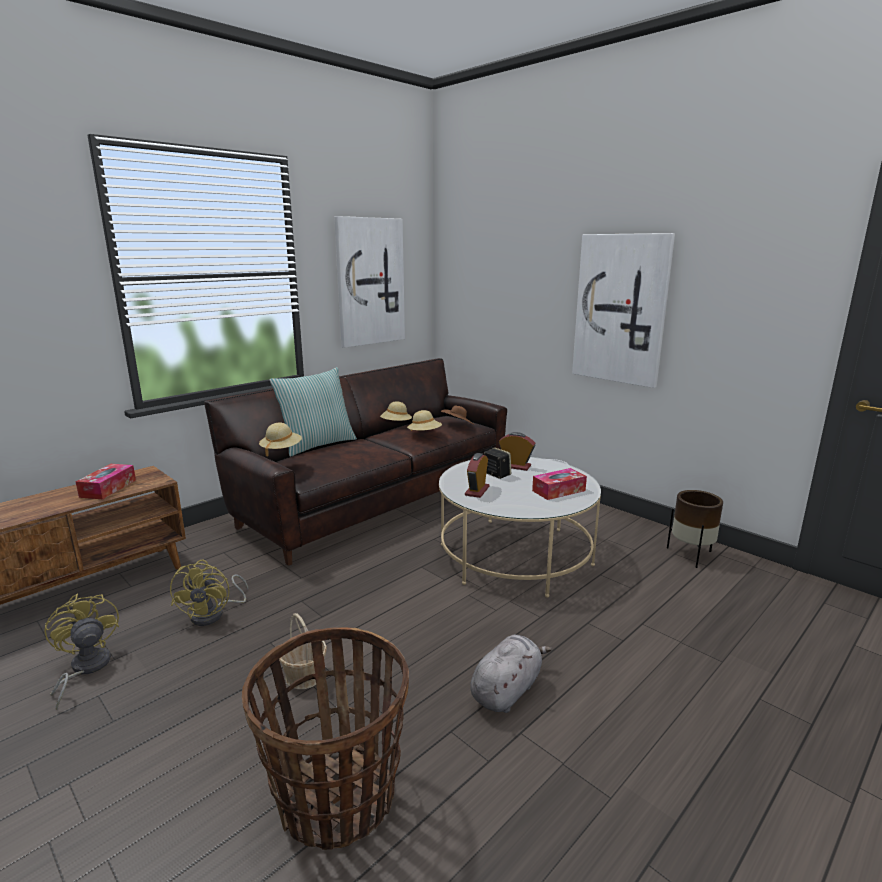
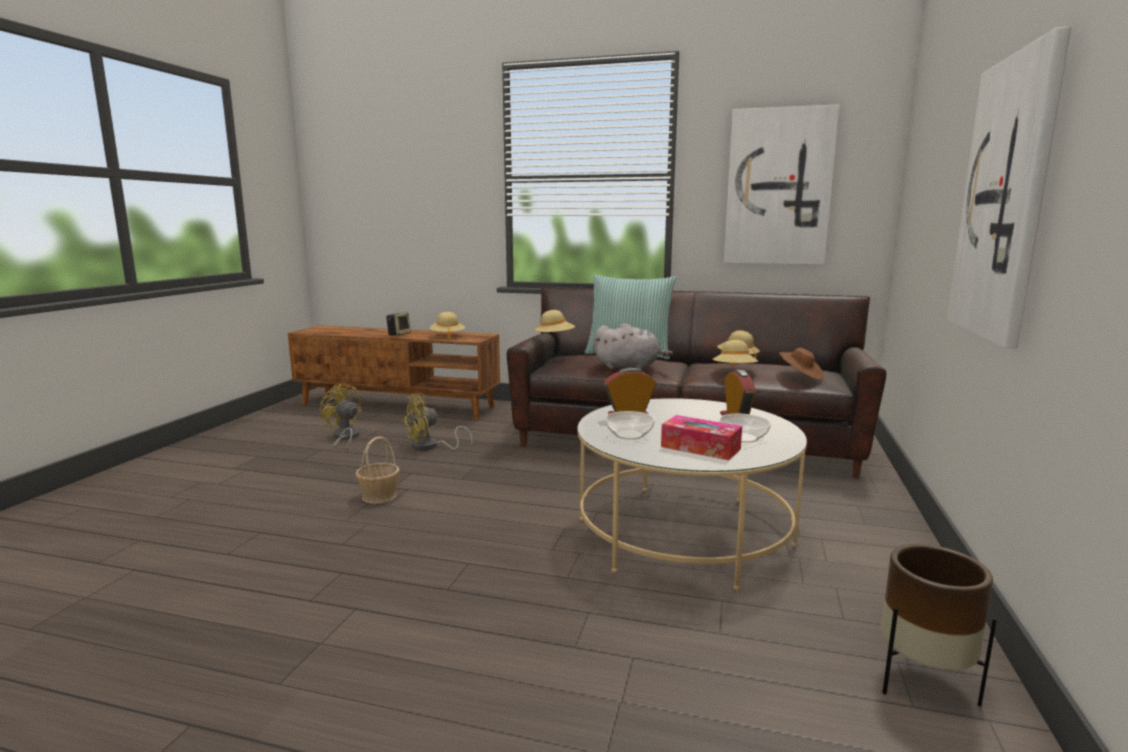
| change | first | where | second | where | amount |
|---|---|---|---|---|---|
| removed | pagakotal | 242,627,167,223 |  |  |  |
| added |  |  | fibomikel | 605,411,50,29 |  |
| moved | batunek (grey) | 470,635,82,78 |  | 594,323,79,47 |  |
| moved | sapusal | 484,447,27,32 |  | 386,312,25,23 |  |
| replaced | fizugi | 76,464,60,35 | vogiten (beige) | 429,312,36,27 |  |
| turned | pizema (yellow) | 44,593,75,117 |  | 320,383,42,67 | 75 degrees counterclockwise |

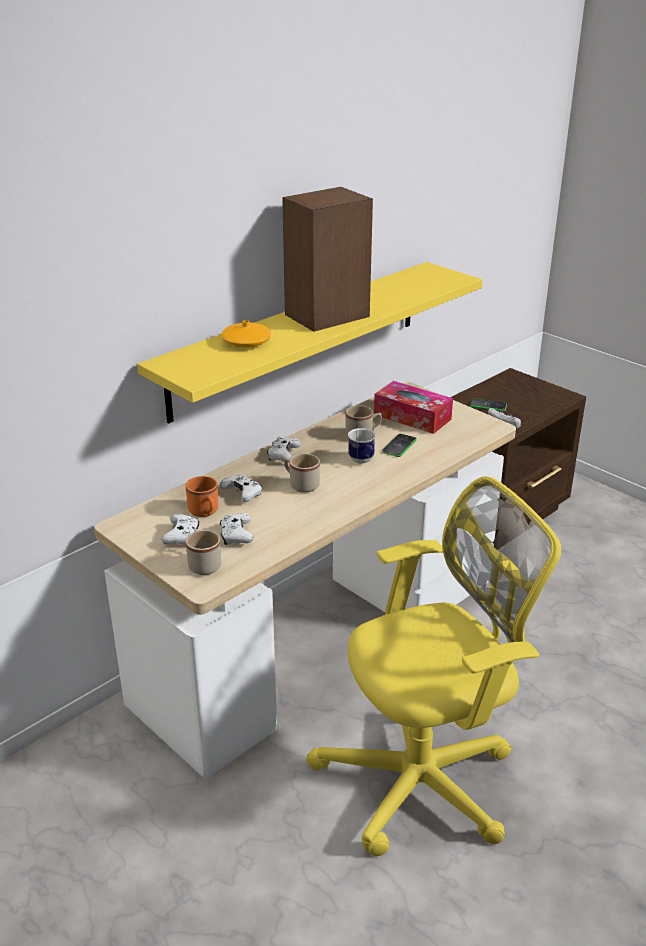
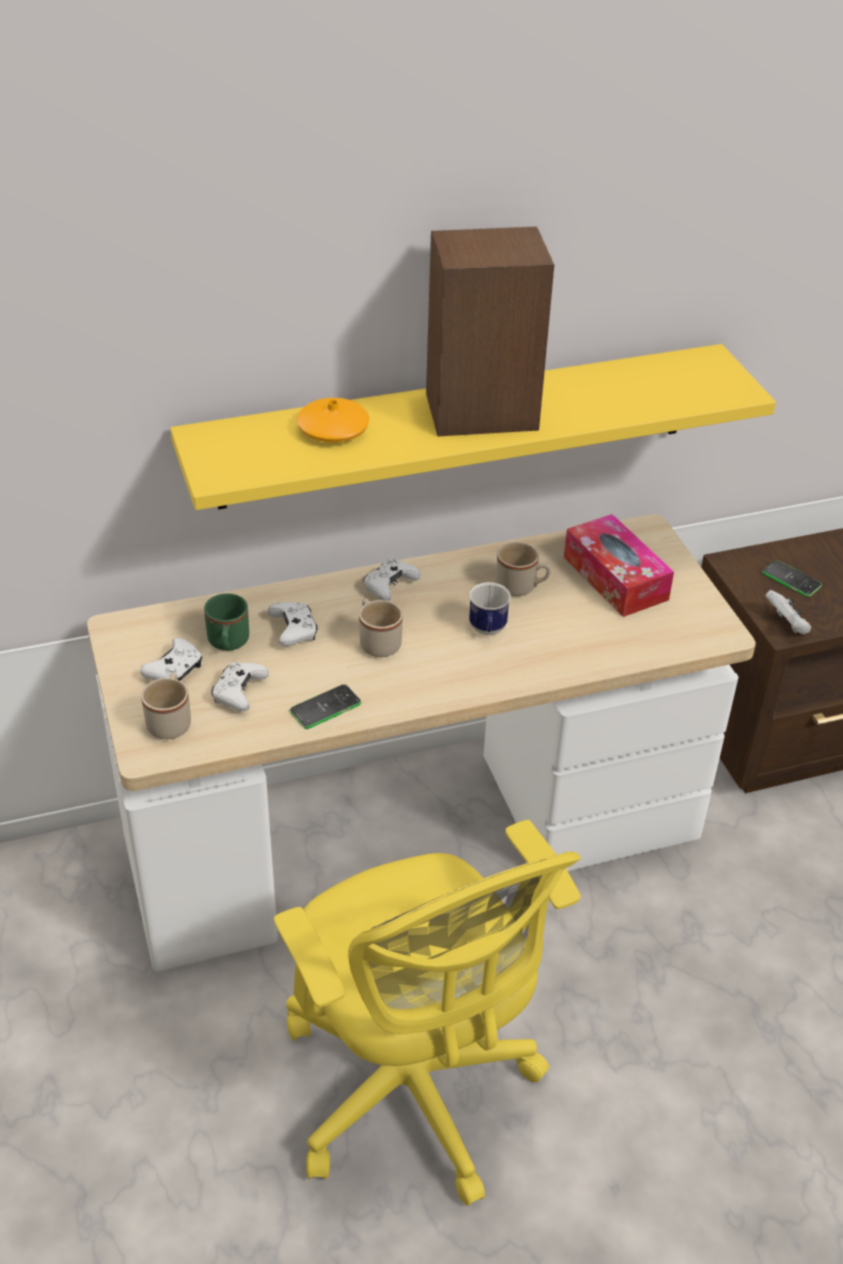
| change | first | where | second | where | amount |
|---|---|---|---|---|---|
| moved | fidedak | 382,434,35,23 |  | 290,684,71,45 |  |
| recoloured | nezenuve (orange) | 186,476,32,41 | nezenuve (green) | 204,593,45,58 |  |
| turned | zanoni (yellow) | 306,476,255,380 |  | 274,820,307,386 | 60 degrees clockwise |

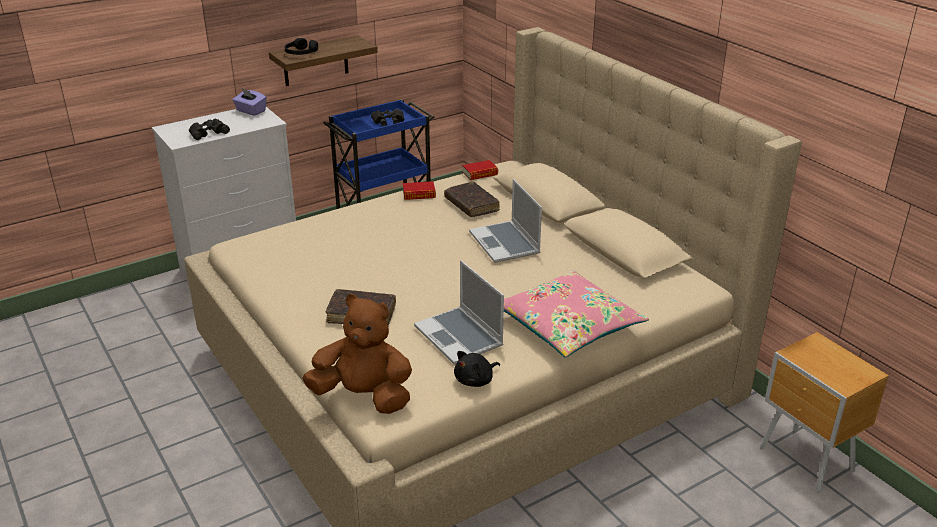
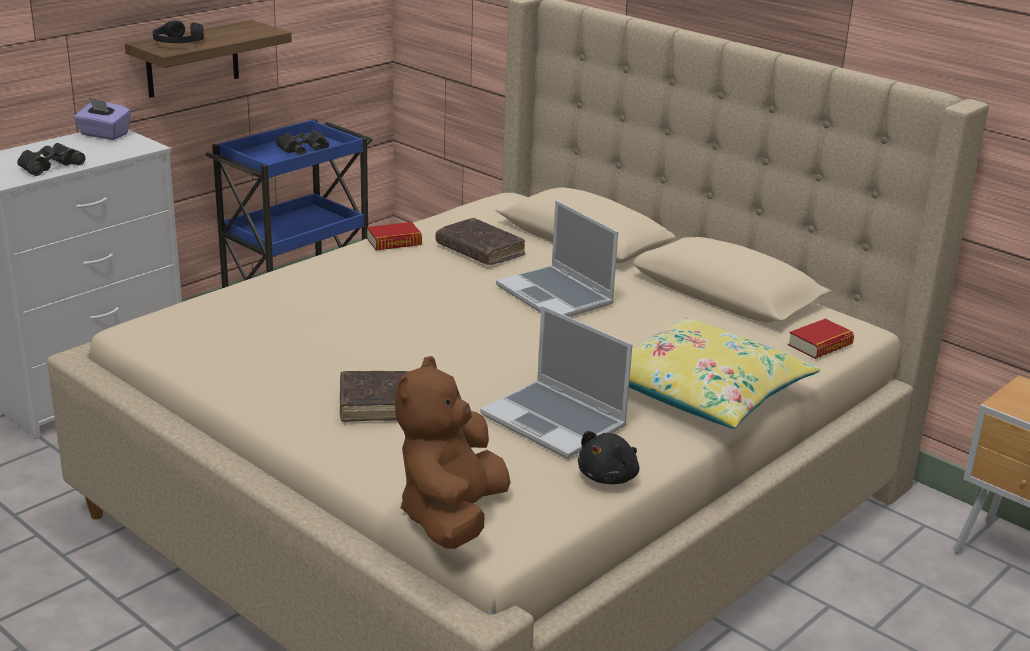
| change | first | where | second | where | amount |
|---|---|---|---|---|---|
| moved | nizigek | 463,160,35,20 |  | 788,319,66,40 |  |
| recoloured | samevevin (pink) | 504,270,145,88 | samevevin (yellow) | 629,317,191,112 |  |
| turned | batunek (brown) | 302,294,110,120 |  | 394,356,117,193 | 75 degrees counterclockwise |

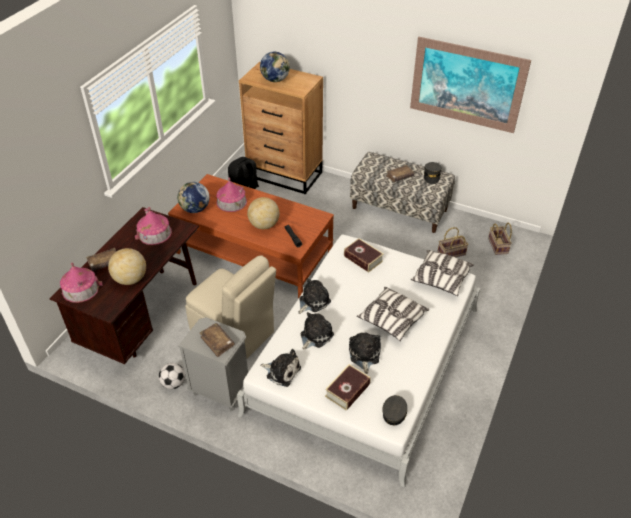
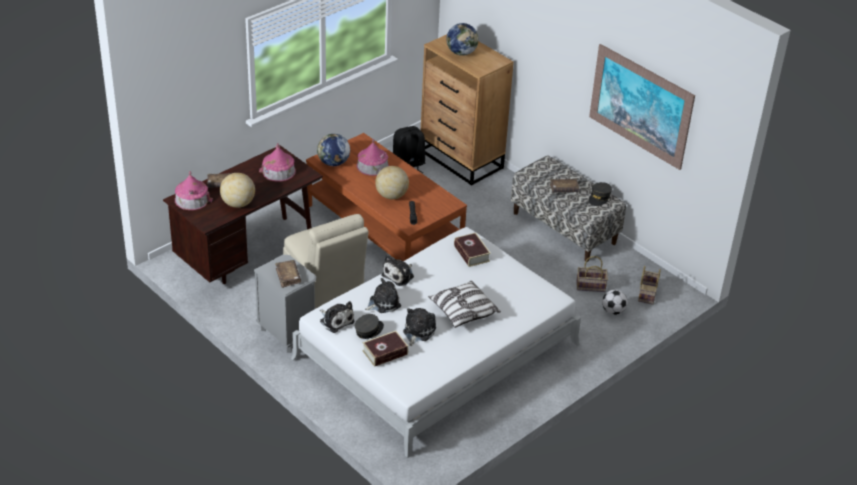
| change | first | where | second | where | amount |
|---|---|---|---|---|---|
| removed | samevevin | 411,250,63,46 |  |  |  |
| moved | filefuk | 159,363,26,26 |  | 602,290,25,25 |  |
| moved | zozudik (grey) | 382,395,25,30 |  | 355,314,29,25 |  |
| turned | batunek | 299,278,32,36 |  | 381,255,33,31 | 150 degrees clockwise |

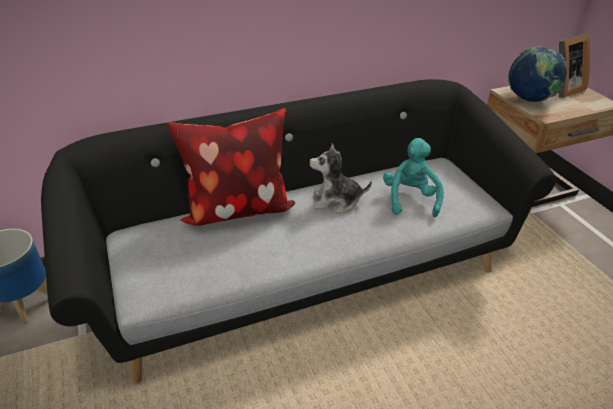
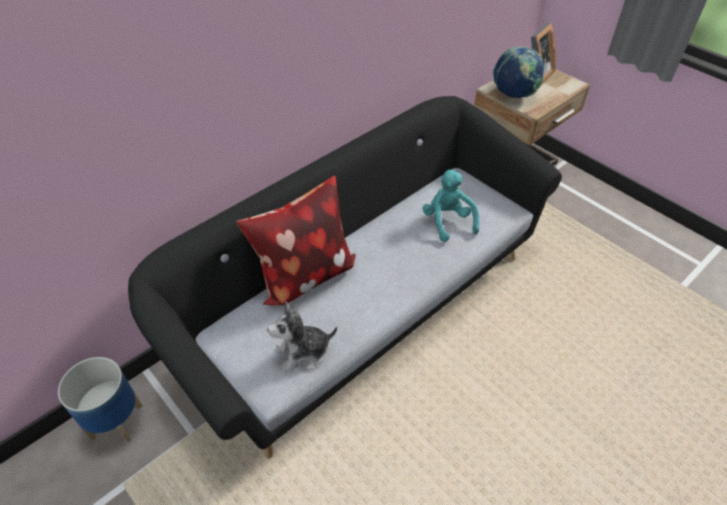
| change | first | where | second | where | amount |
|---|---|---|---|---|---|
| moved | batunek | 309,144,63,69 |  | 267,301,70,71 |  |

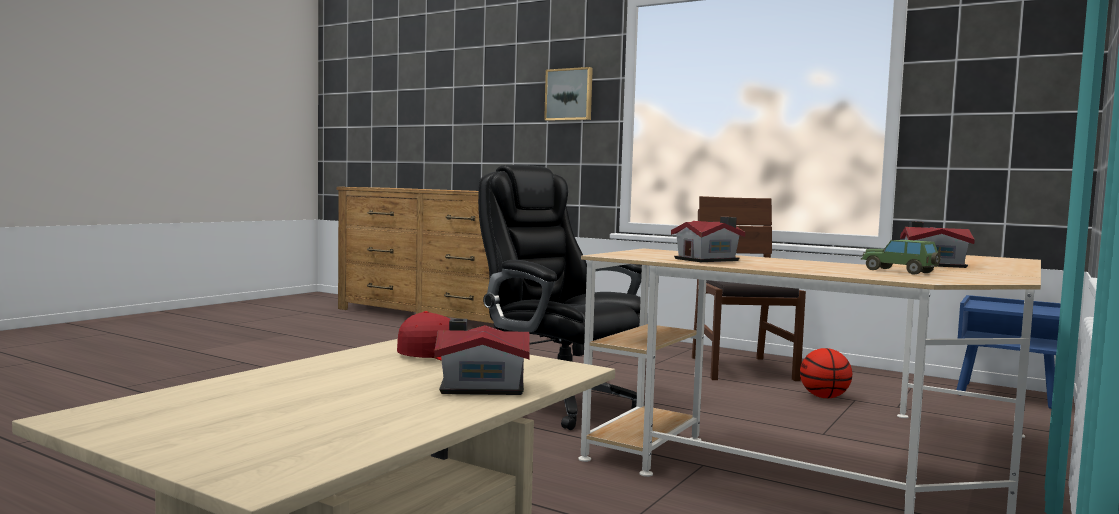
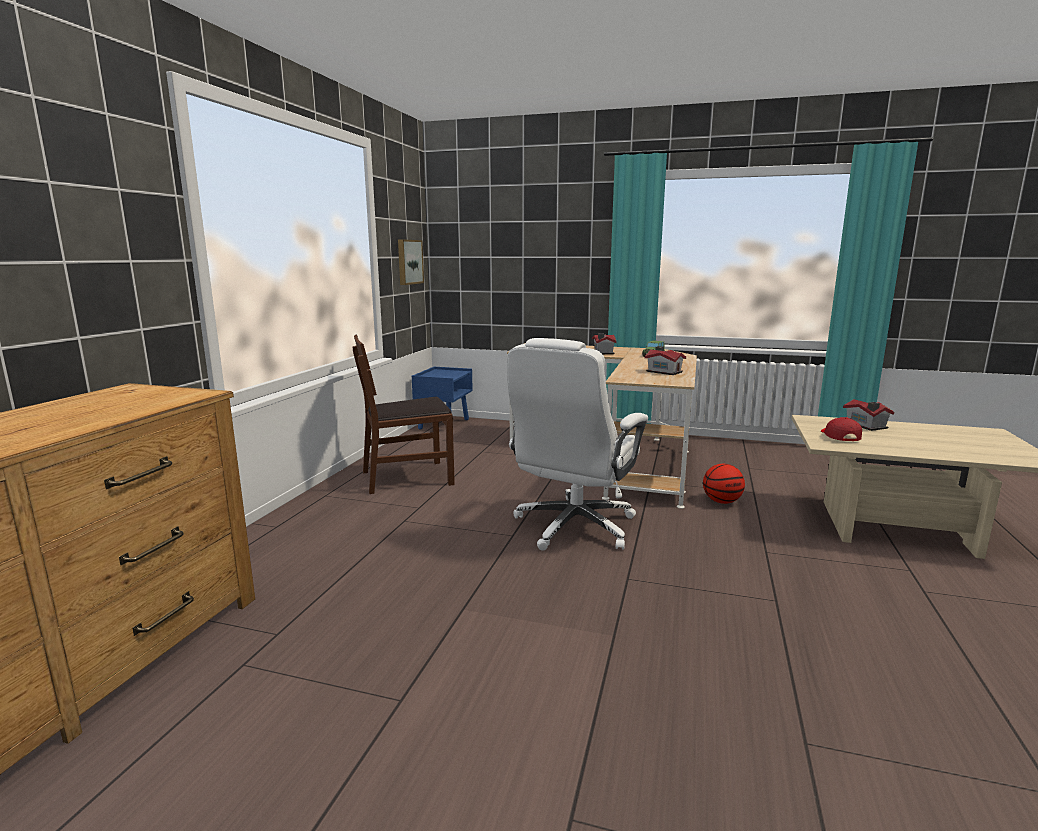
| change | first | where | second | where | amount |
|---|---|---|---|---|---|
| moved | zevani | 544,67,49,54 |  | 398,239,26,46 |  |
| moved | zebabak | 800,348,52,50 |  | 703,464,42,40 |  |
| recoloured | zanoni (black) | 478,165,167,265 | zanoni (white) | 507,338,141,213 |  |

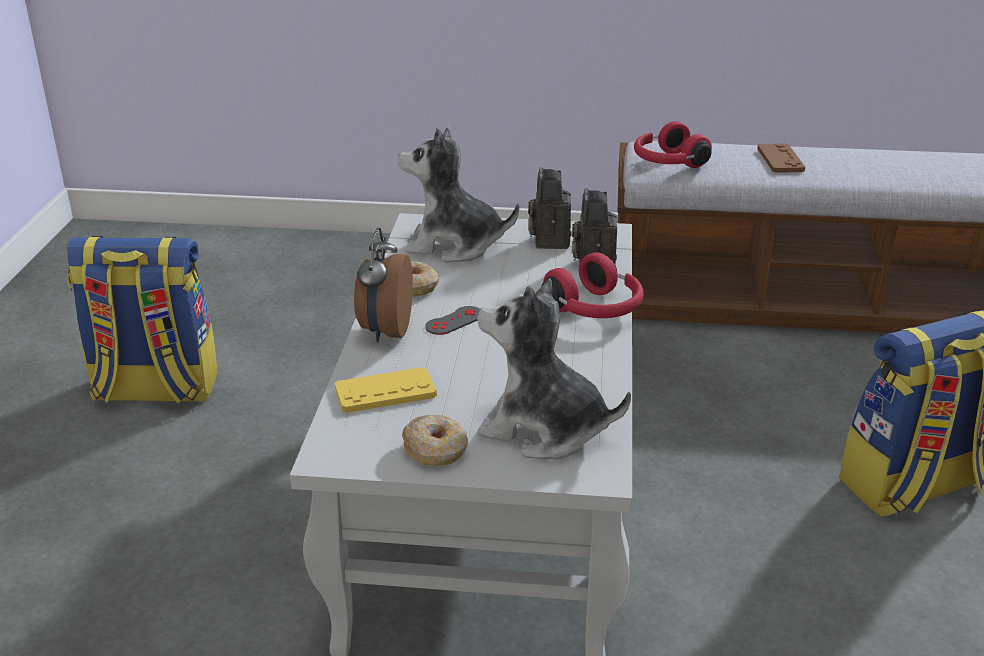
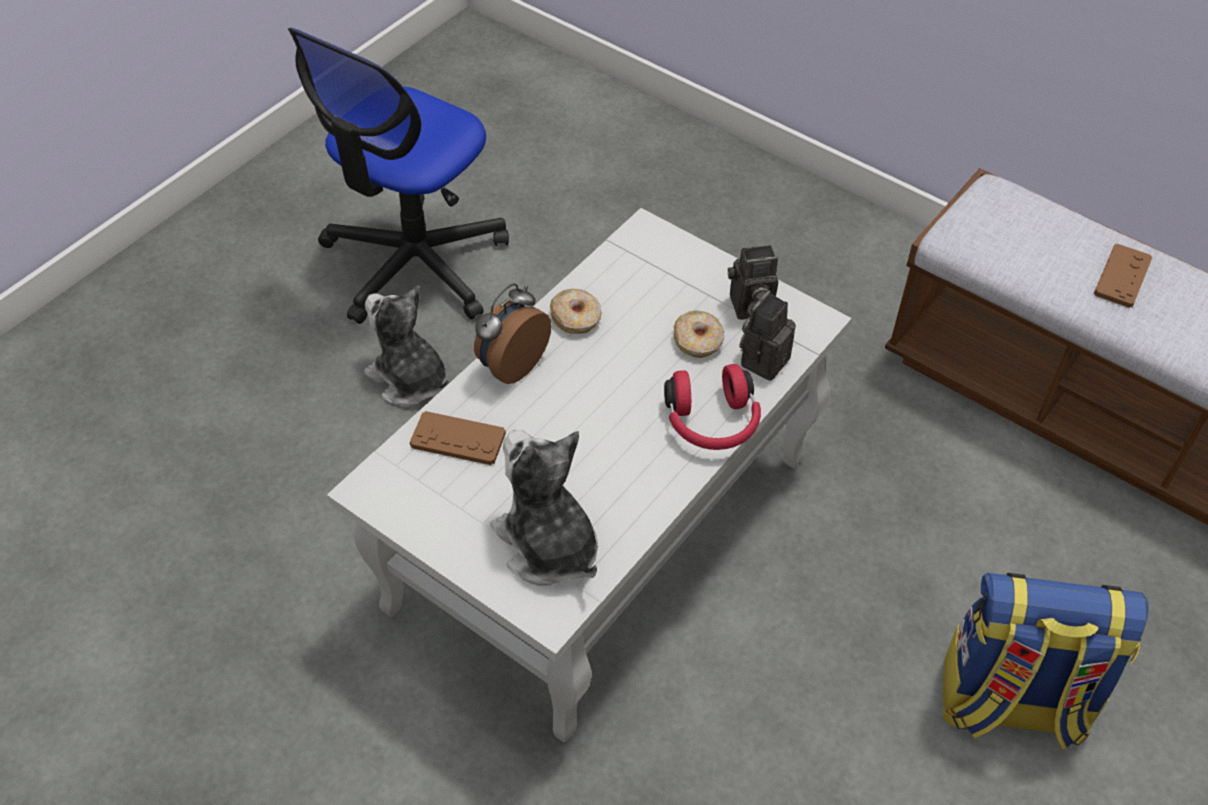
| change | first | where | second | where | amount |
|---|---|---|---|---|---|
| removed | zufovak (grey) | 425,306,55,29 |  |  |  |
| removed | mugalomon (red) | 634,121,78,47 |  |  |  |
| moved | batunek | 398,127,121,135 |  | 364,285,85,122 |  |
| moved | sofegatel | 402,415,66,51 |  | 674,310,51,48 |  |
| replaced | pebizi | 67,236,151,167 | zanoni | 288,27,221,297 |  |
| recoloured | zufovak (yellow) | 335,367,102,46 | zufovak (brown) | 410,411,96,54 |  |
| turned | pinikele | 528,167,43,82 |  | 728,245,50,75 | 135 degrees counterclockwise |

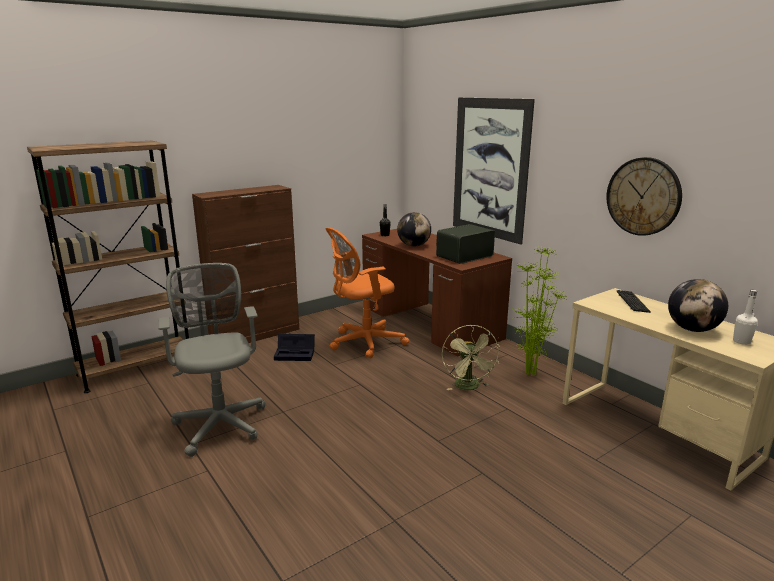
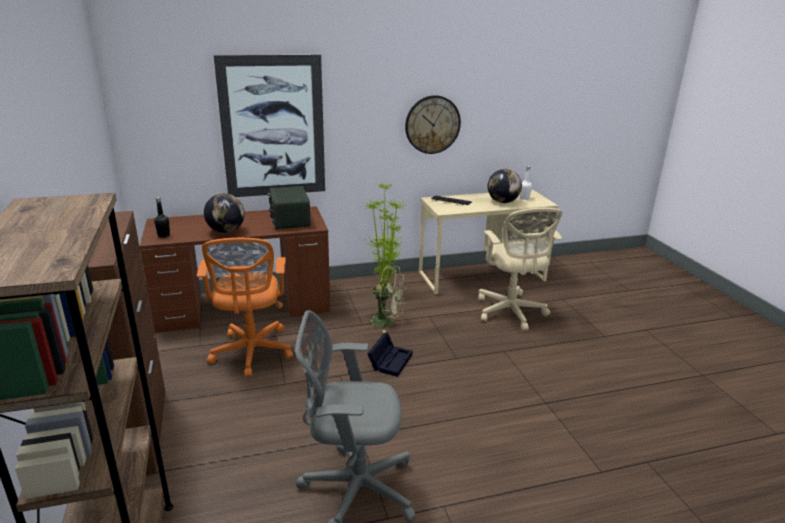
| change | first | where | second | where | amount |
|---|---|---|---|---|---|
| added |  |  | zanoni (beige) | 478,208,85,123 |  |
| moved | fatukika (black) | 274,334,41,27 |  | 367,332,46,45 |  |

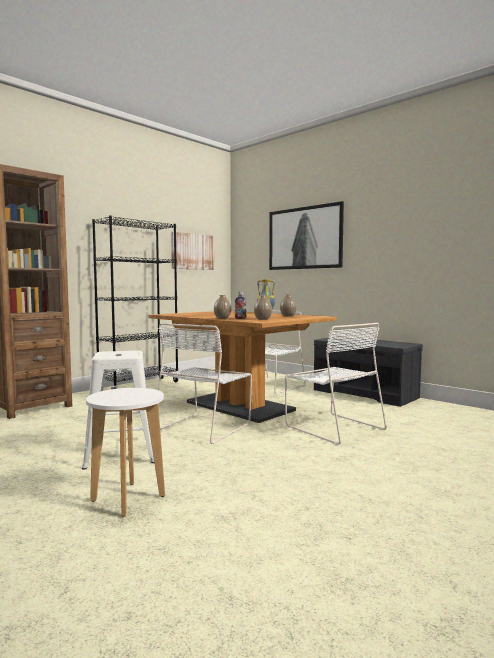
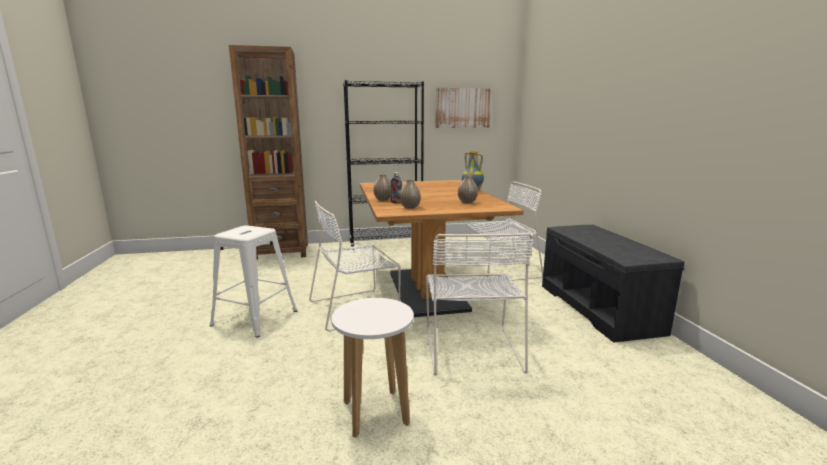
| change | first | where | second | where | amount |
|---|---|---|---|---|---|
| removed | zevani | 269,201,75,69 |  |  |  |
| moved | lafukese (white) | 86,388,79,129 |  | 331,298,83,140 |  |

